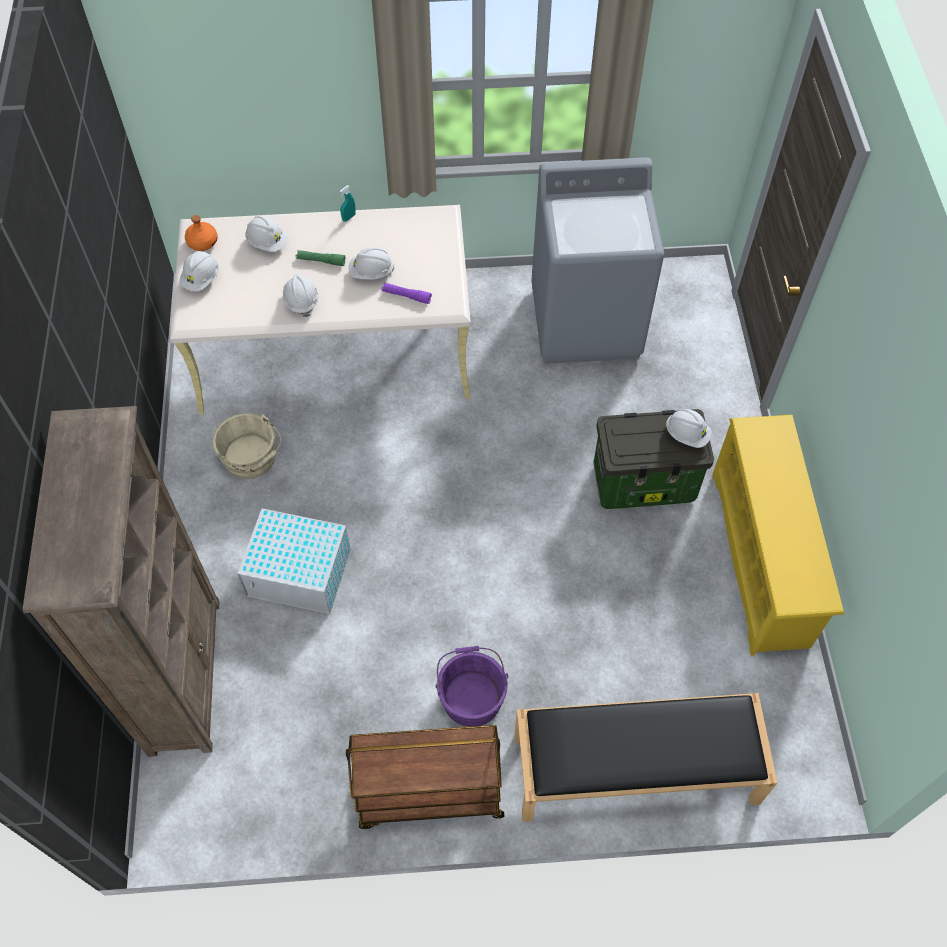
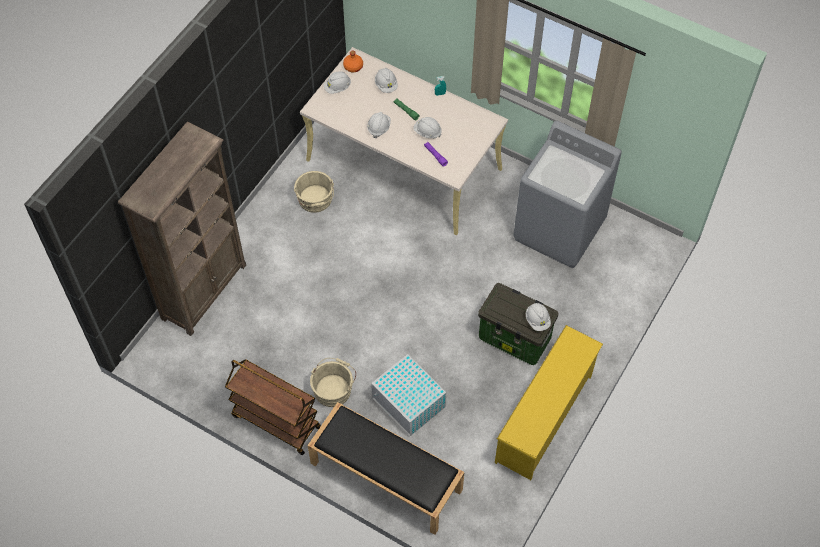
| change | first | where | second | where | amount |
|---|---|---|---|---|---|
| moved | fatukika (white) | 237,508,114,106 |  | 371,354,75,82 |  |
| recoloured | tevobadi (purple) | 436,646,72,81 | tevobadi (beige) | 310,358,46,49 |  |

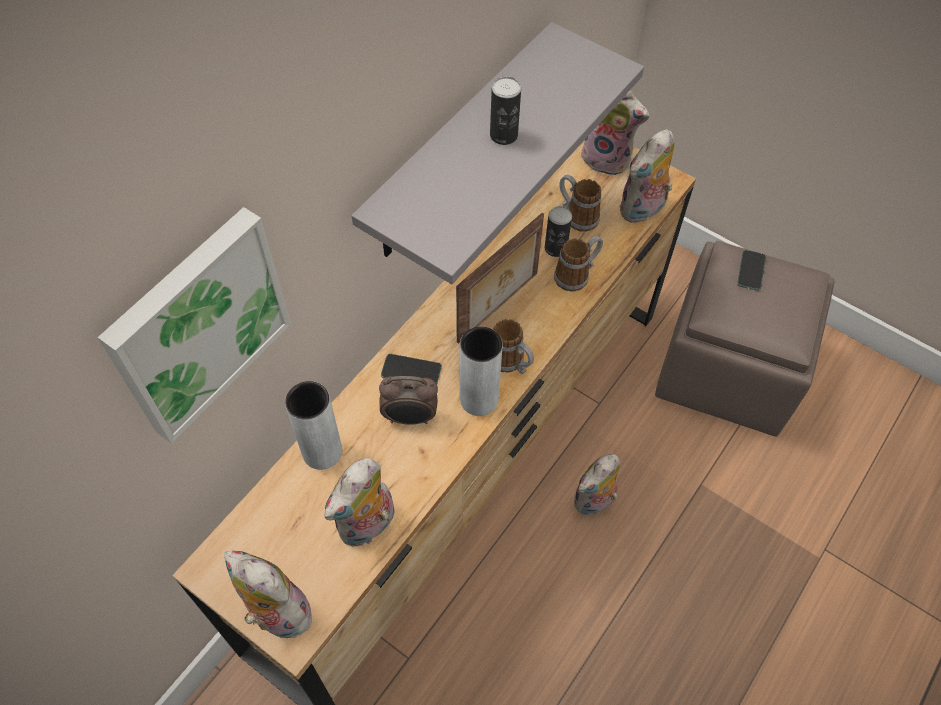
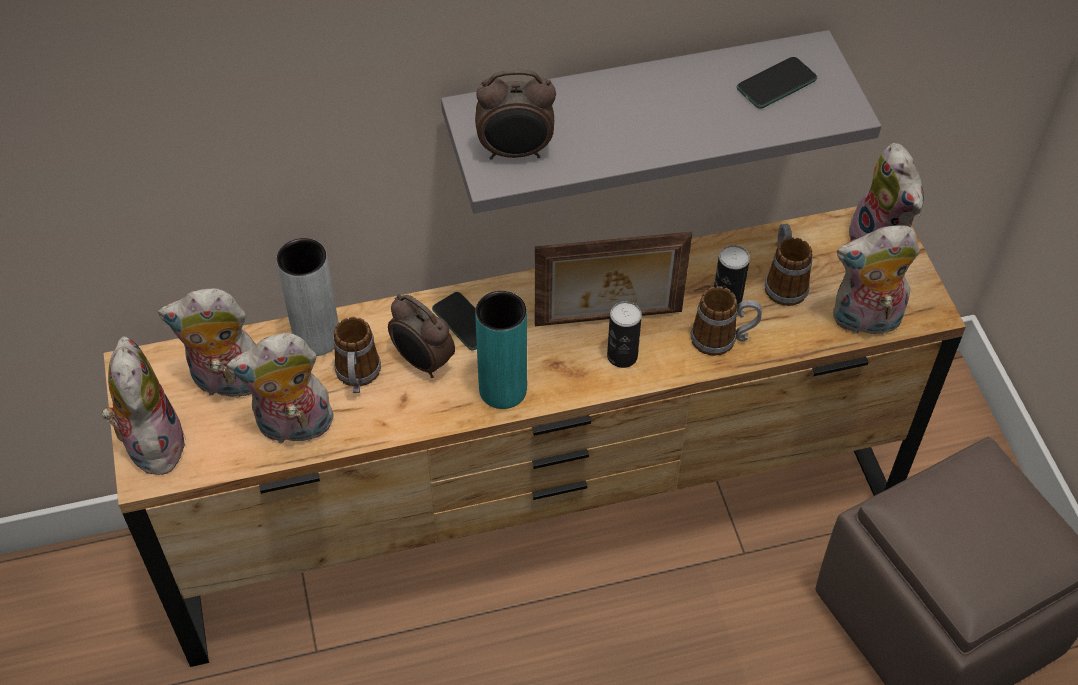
| change | first | where | second | where | amount |
|---|---|---|---|---|---|
| removed | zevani | 98,207,193,237 |  |  |  |
| added |  |  | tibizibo | 475,69,81,91 |  |
| moved | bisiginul | 490,77,31,68 |  | 607,301,35,67 |  |
| moved | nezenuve | 493,319,41,55 |  | 333,317,48,76 |  |
| moved | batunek | 573,454,47,63 |  | 158,289,98,114 |  |
| moved | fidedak | 737,250,29,41 |  | 737,57,80,52 |  |
| recoloured | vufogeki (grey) | 460,327,43,89 | vufogeki (turquoise) | 475,291,52,118 |  |

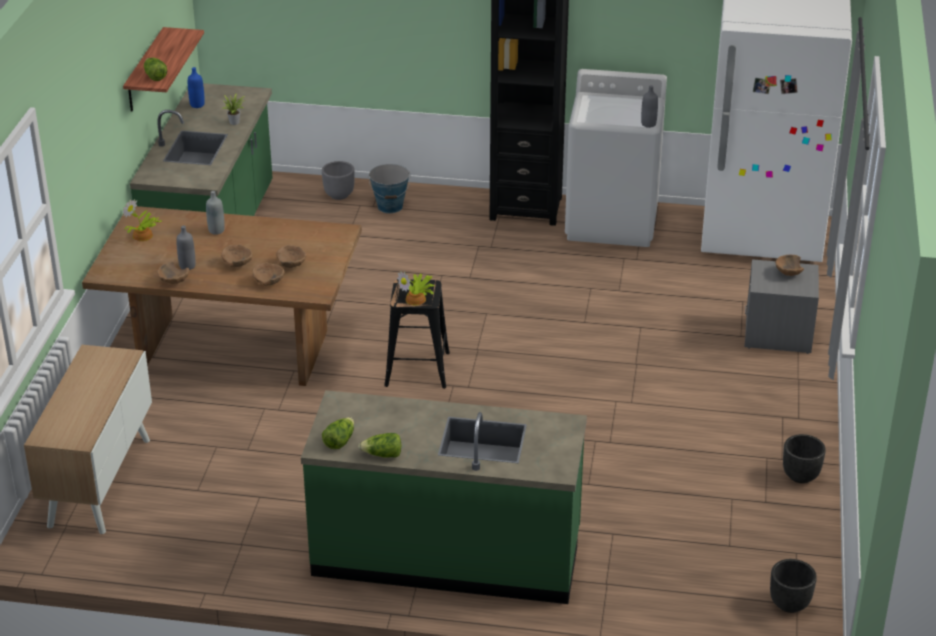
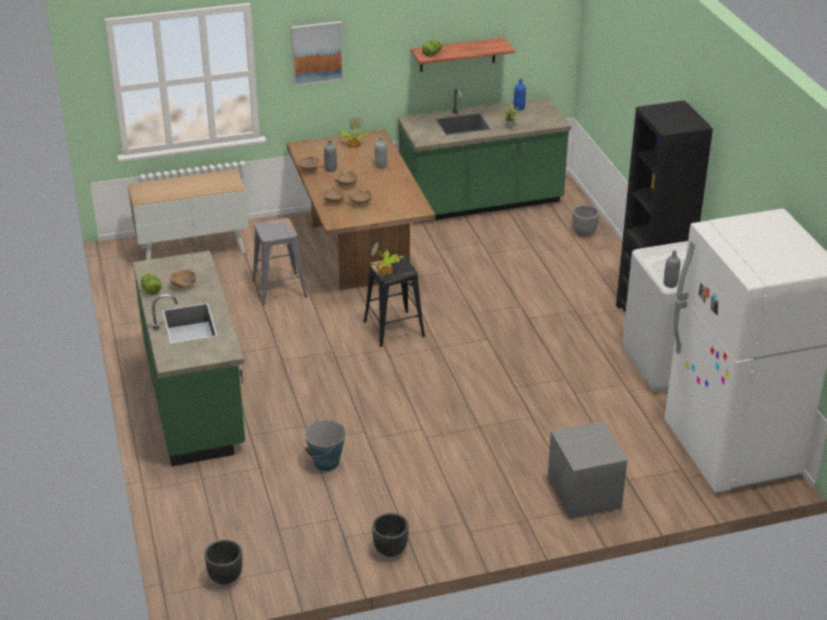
| change | first | where | second | where | amount |
|---|---|---|---|---|---|
| removed | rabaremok | 322,417,32,32 |  |  |  |
| added |  |  | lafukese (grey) | 252,218,56,87 |  |
| added |  |  | zevani | 291,21,53,65 |  |
| moved | tevobadi | 368,164,43,49 |  | 304,420,42,51 |  |
| moved | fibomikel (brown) | 775,255,29,21 |  | 170,270,26,18 |  |

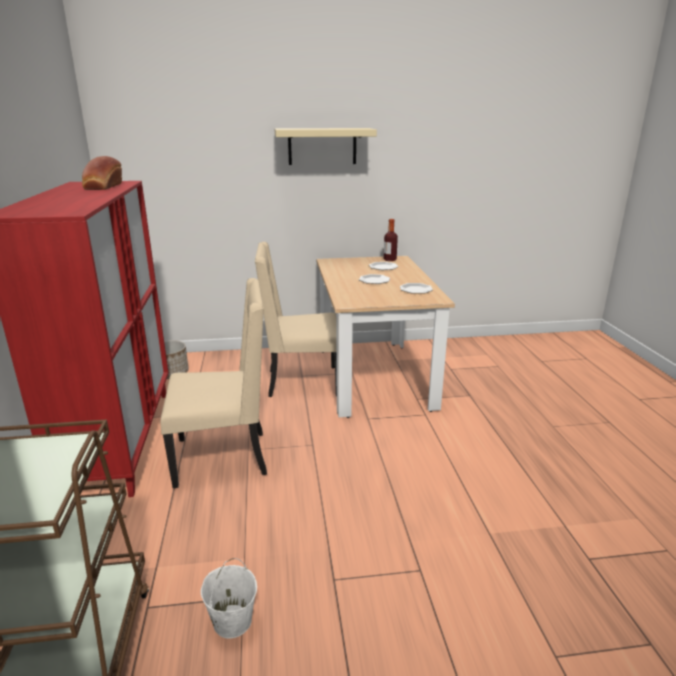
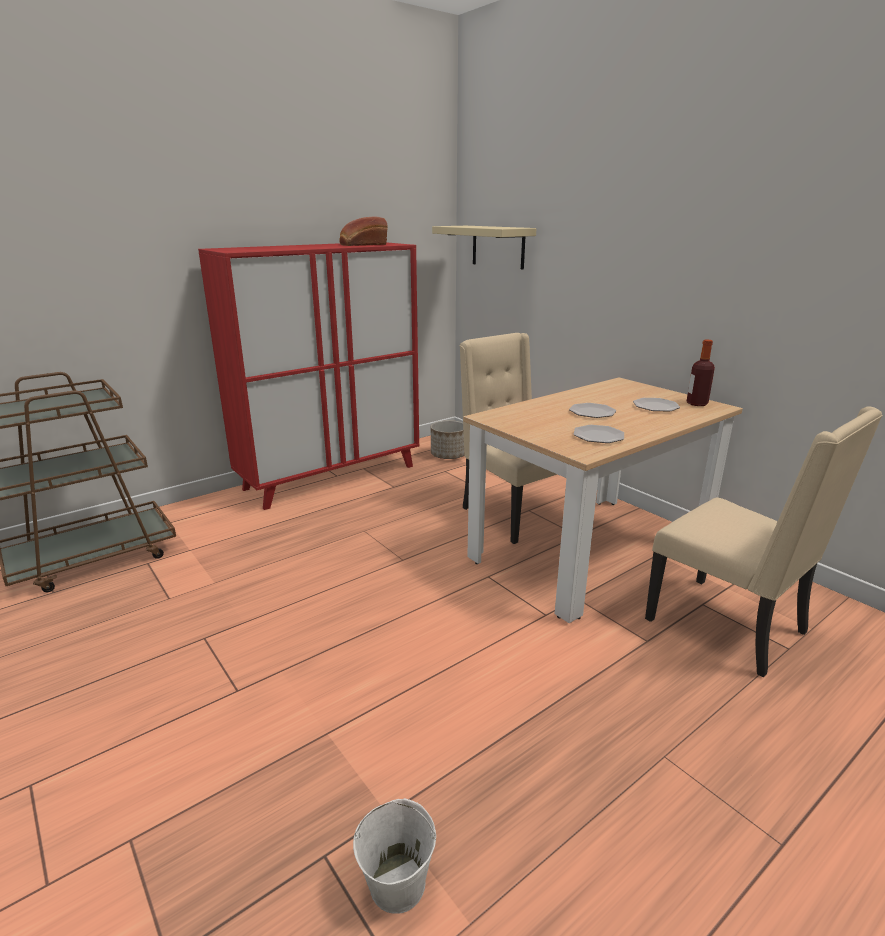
| change | first | where | second | where | amount |
|---|---|---|---|---|---|
| moved | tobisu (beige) | 160,278,107,210 |  | 645,406,238,272 |  |
| moved | tevobadi (white) | 201,558,56,80 |  | 353,798,83,116 |  |
| moved | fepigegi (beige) | 275,128,102,37 |  | 432,226,104,44 |  |

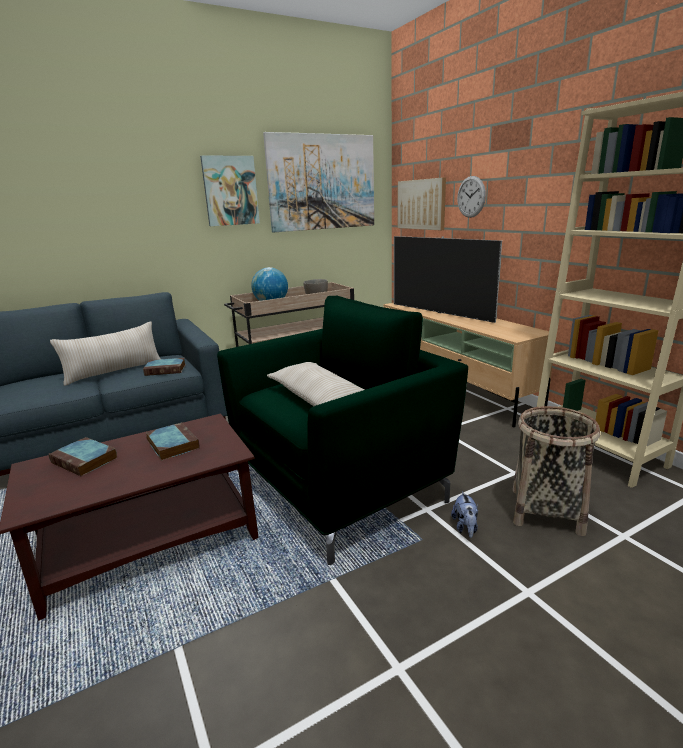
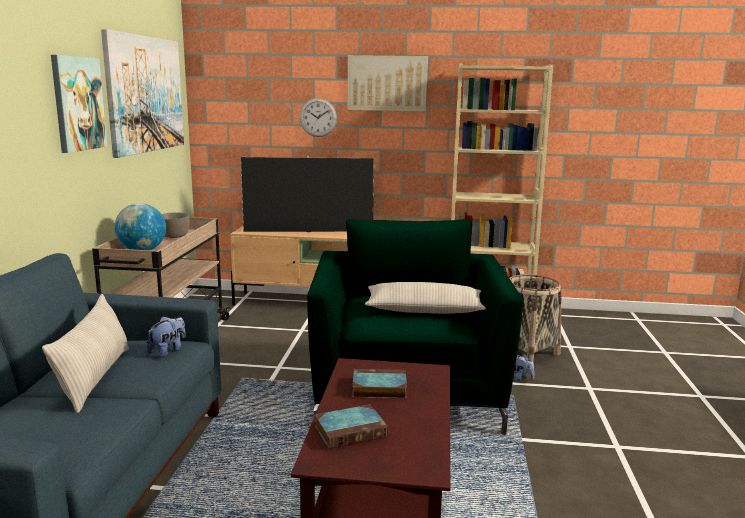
| change | first | where | second | where | amount |
|---|---|---|---|---|---|
| moved | zevani | 398,177,48,53 |  | 347,55,81,57 |  |
| replaced | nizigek | 143,358,42,18 | batunek | 147,316,39,41 |  |

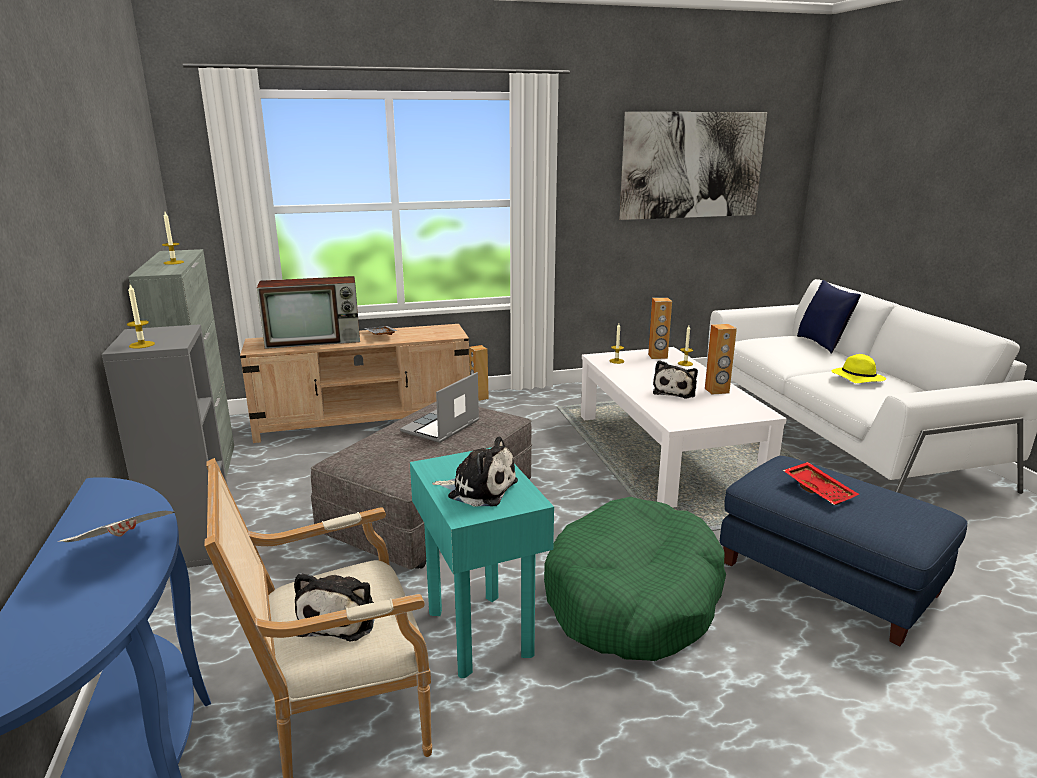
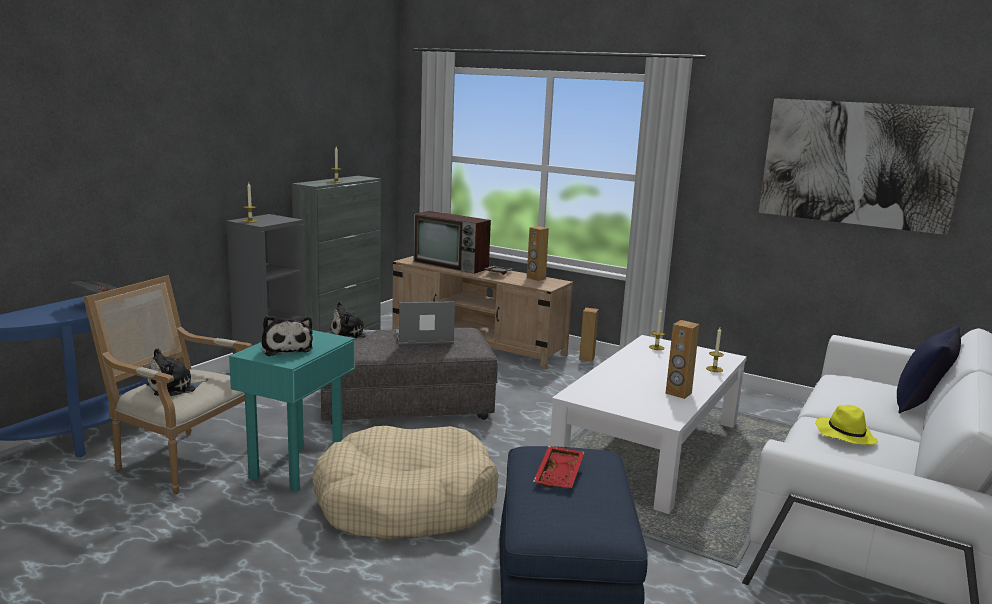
| change | first | where | second | where | amount |
|---|---|---|---|---|---|
| moved | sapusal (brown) | 648,298,24,61 |  | 527,226,22,55 |  |
| moved | batunek | 653,360,45,38 |  | 330,301,47,38 |  |
| recoloured | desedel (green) | 544,497,182,164 | desedel (beige) | 312,426,187,115 |  |

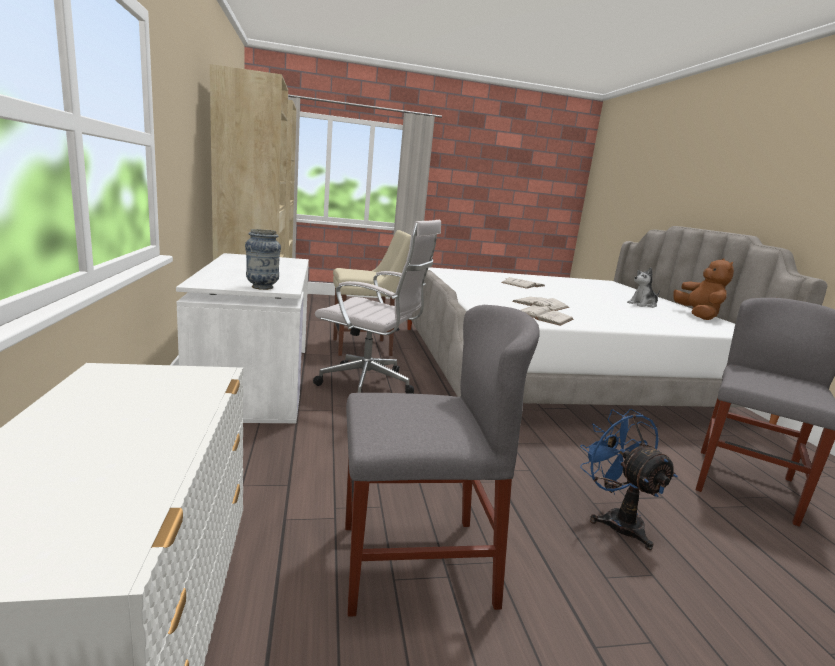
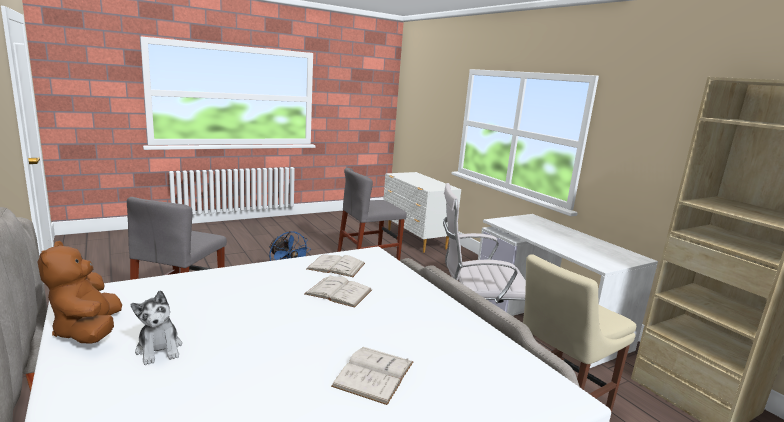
| change | first | where | second | where | amount |
|---|---|---|---|---|---|
| removed | vufogeki | 245,229,36,61 |  |  |  |
| turned | batunek | 627,268,33,40 |  | 131,290,51,75 | 105 degrees clockwise |

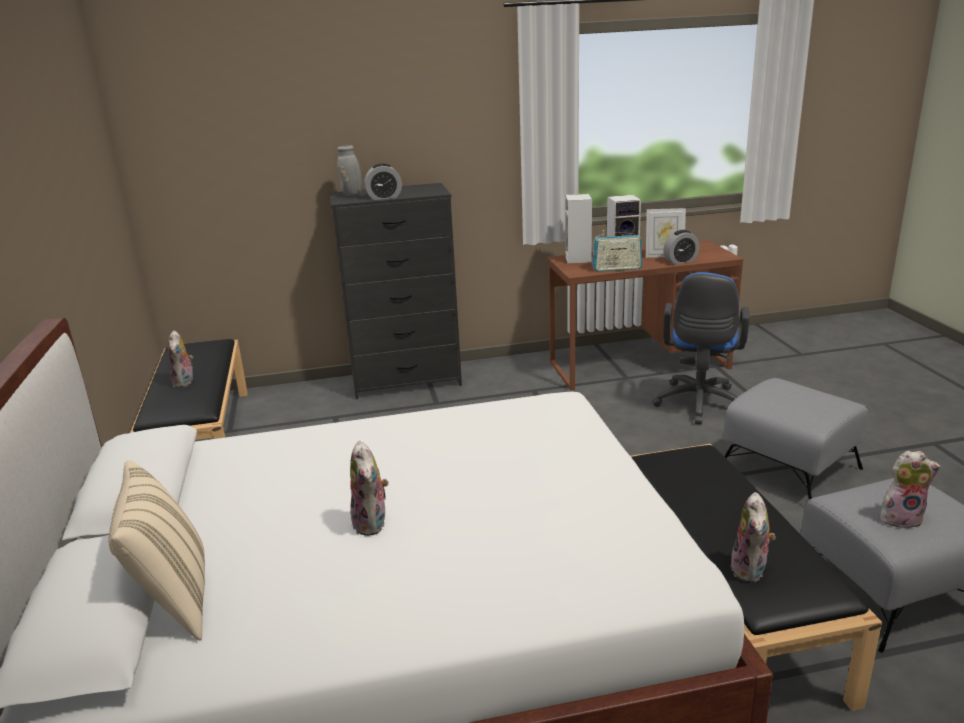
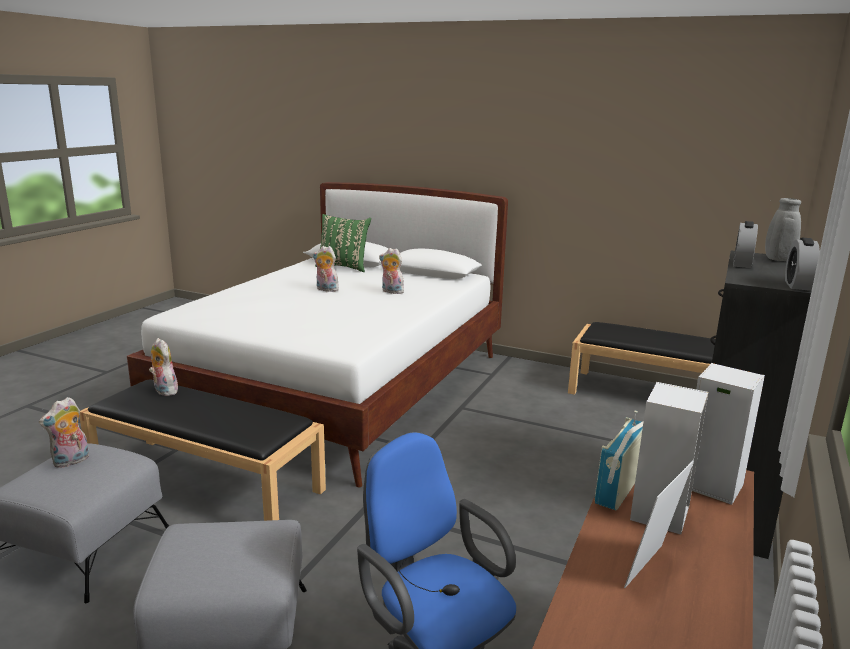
| change | first | where | second | where | amount |
|---|---|---|---|---|---|
| moved | batunek | 168,330,25,58 |  | 379,248,25,46 |  |
| moved | tibizibo | 663,230,36,34 |  | 785,238,35,53 |  |
| recoloured | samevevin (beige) | 108,460,97,180 | samevevin (green) | 315,214,56,58 |  |

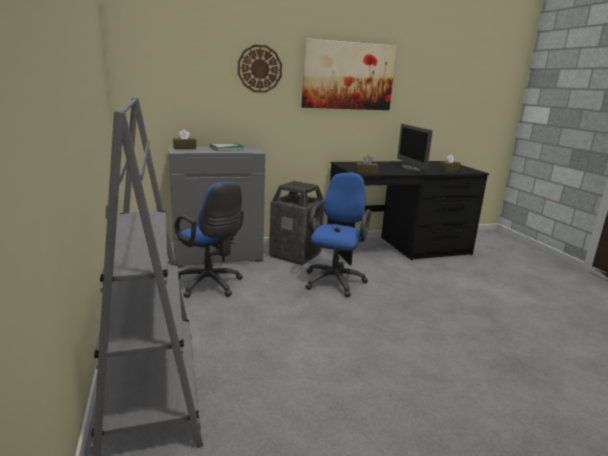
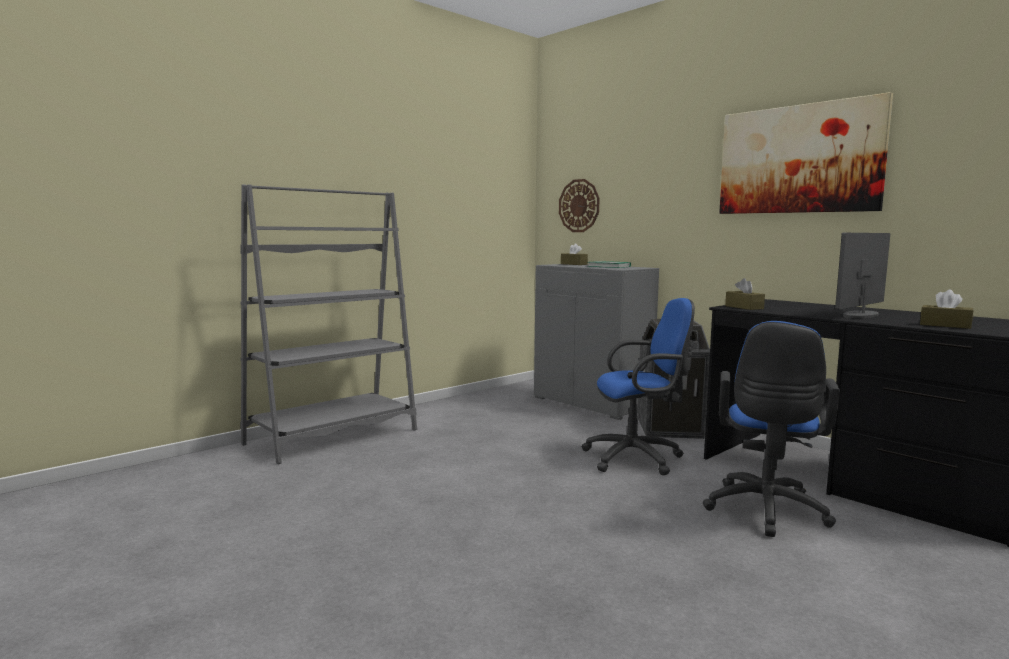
| change | first | where | second | where | amount |
|---|---|---|---|---|---|
| moved | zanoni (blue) | 175,182,69,116 |  | 703,321,137,216 |  |
| moved | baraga | 238,45,44,48 |  | 559,179,41,53 |  |

